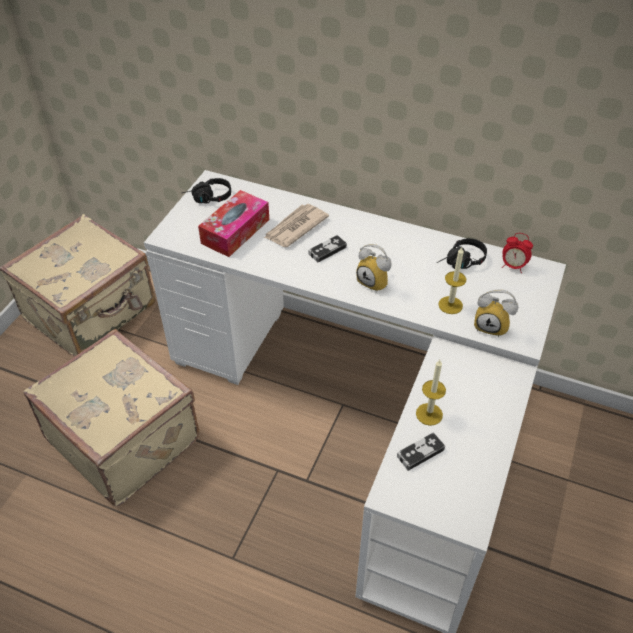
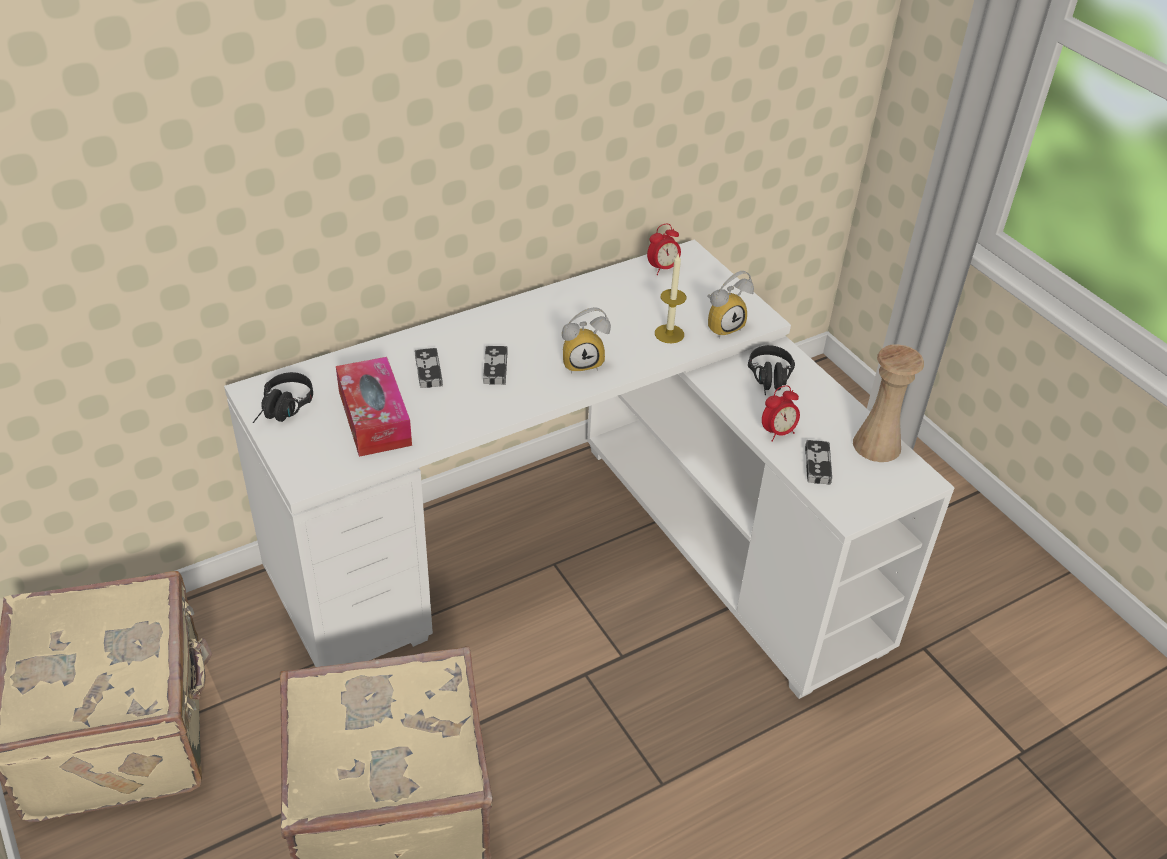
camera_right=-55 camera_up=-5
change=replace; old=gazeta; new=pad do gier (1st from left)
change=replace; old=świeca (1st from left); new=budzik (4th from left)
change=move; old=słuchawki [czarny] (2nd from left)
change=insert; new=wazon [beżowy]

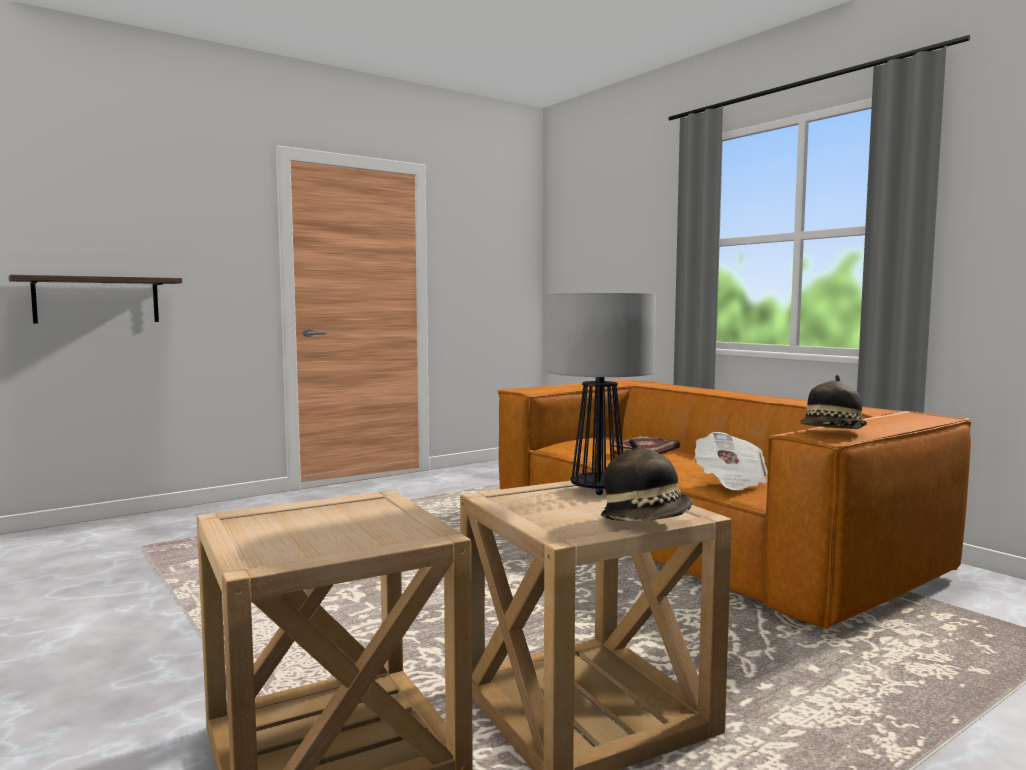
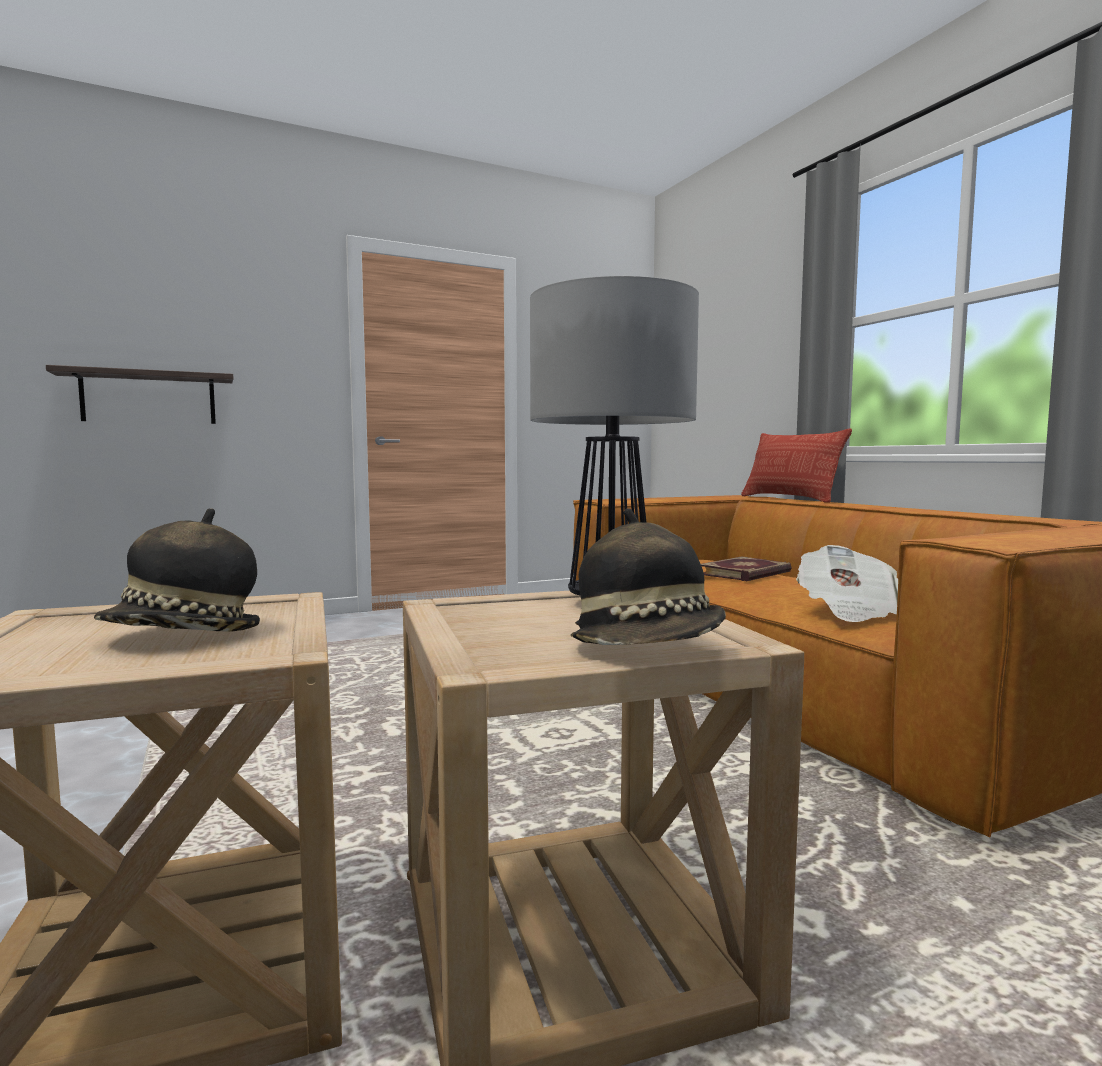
camera_right=10 camera_up=0
change=move; old=kapelusz (2nd from left in the first image); new=kapelusz (1st from left)
change=insert; new=poduszka

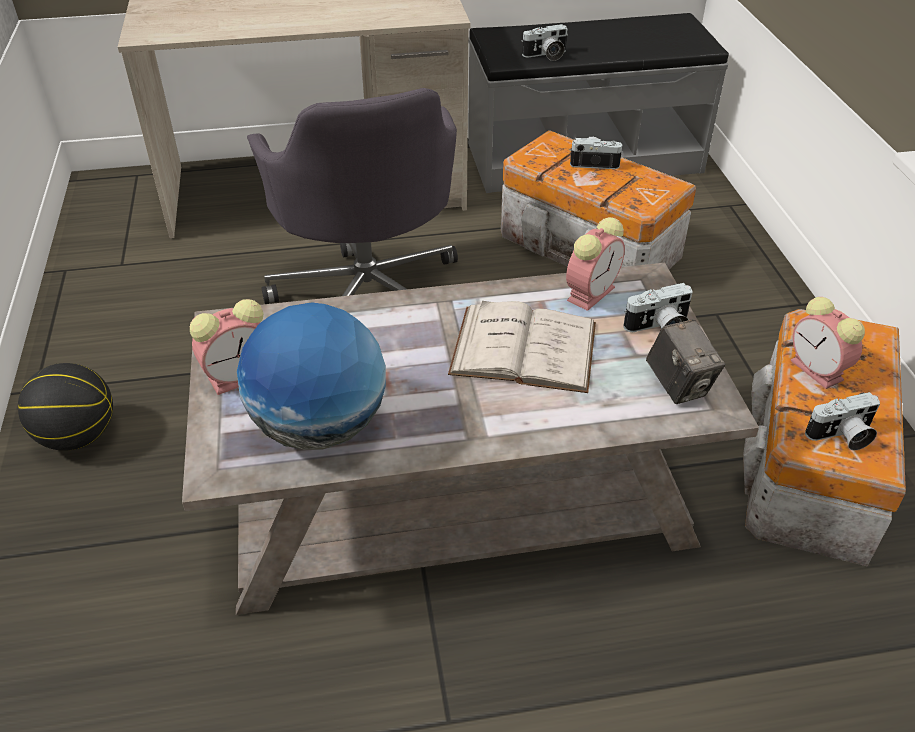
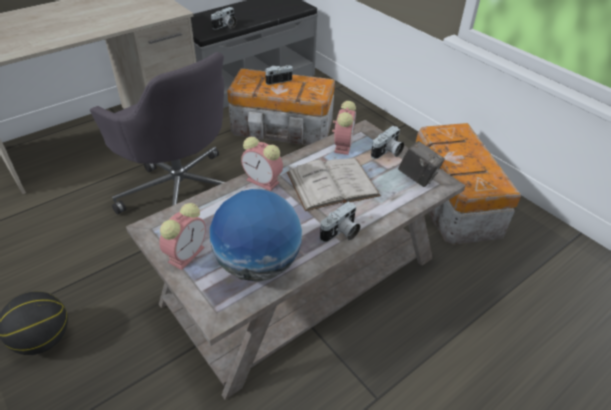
camera_right=-30 camera_up=0
change=move; old=budzik (3rd from left in the first image); new=budzik (2nd from left)
change=move; old=aparat fotograficzny (5th from left in the first image); new=aparat fotograficzny (3rd from left)

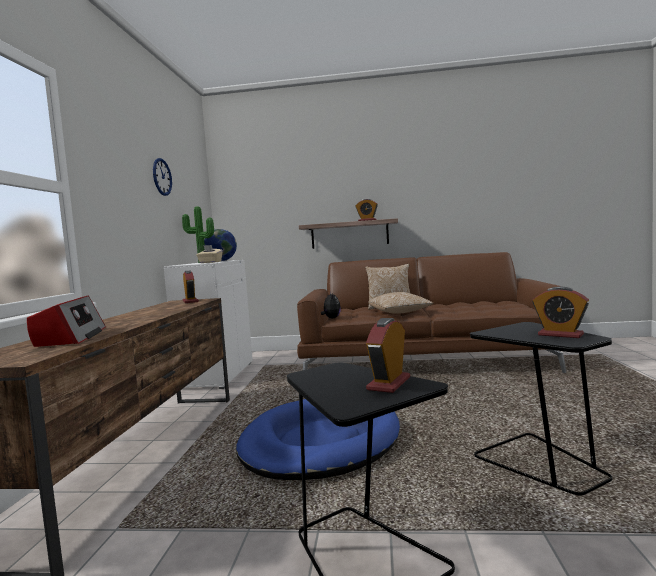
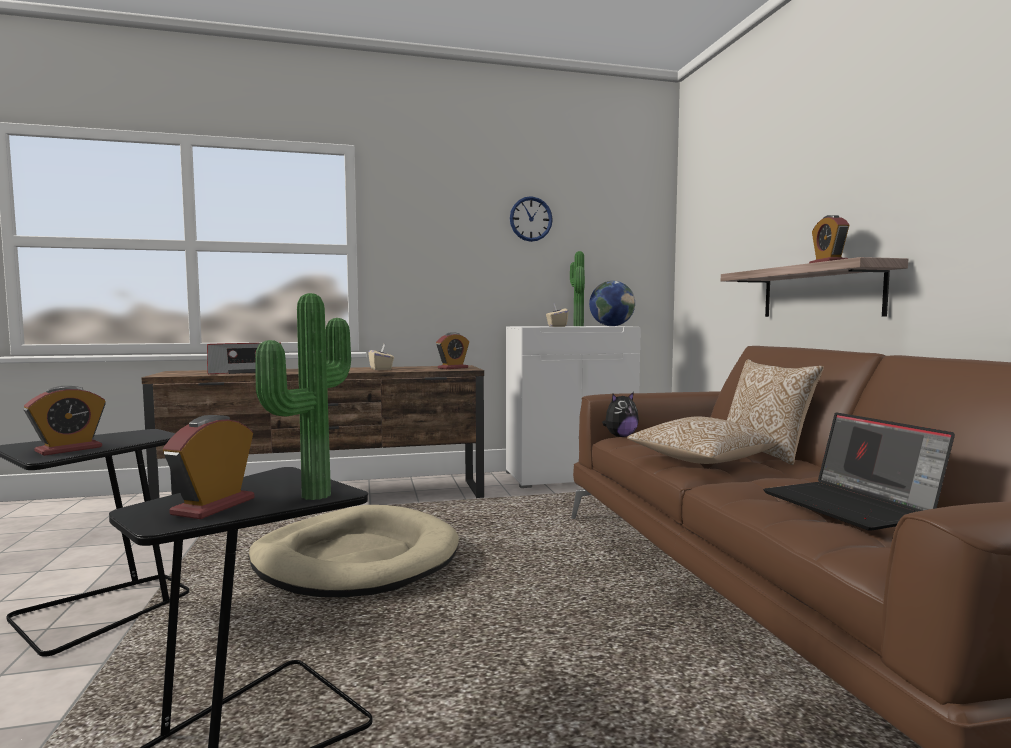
camera_right=70 camera_up=0
change=recolor; old=legowisko [niebieski]; new=legowisko [beżowy]
change=rotate; old=budzik (3rd from left in the first image); degrees=120
change=insert; new=roślina doniczkowa (1st from left)
change=insert; new=pudełko chusteczek [beżowy] (1st from left)
change=insert; new=laptop

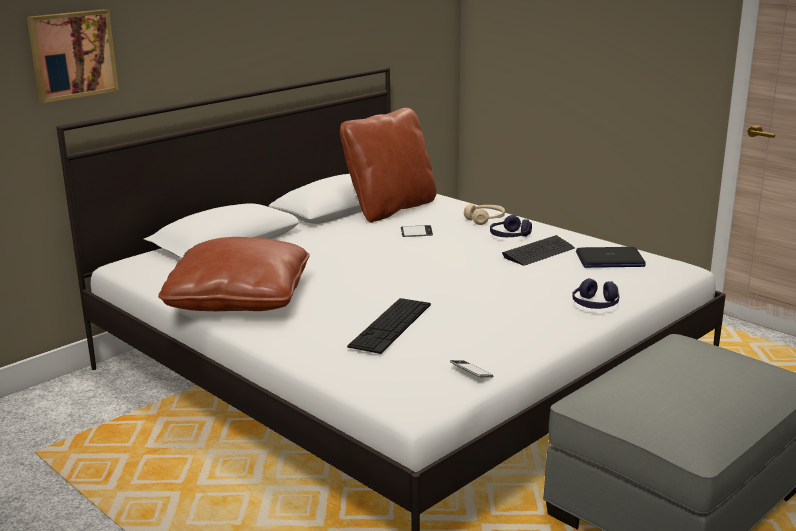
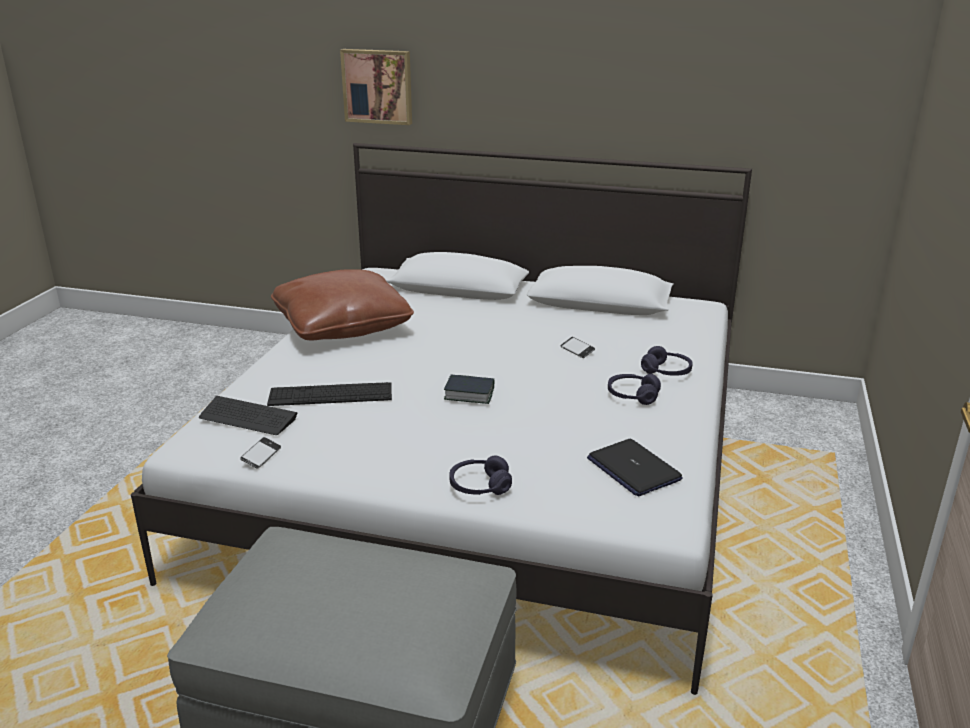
camera_right=60 camera_up=5
change=delete; old=poduszka [brązowy] (2nd from left)
change=recolor; old=słuchawki [beżowy]; new=słuchawki [fioletowy] (3rd from left)
change=move; old=klawiatura (2nd from left in the first image); new=klawiatura (1st from left)
change=insert; new=książka

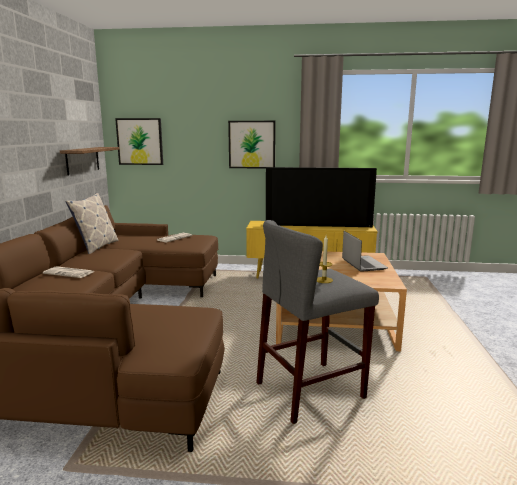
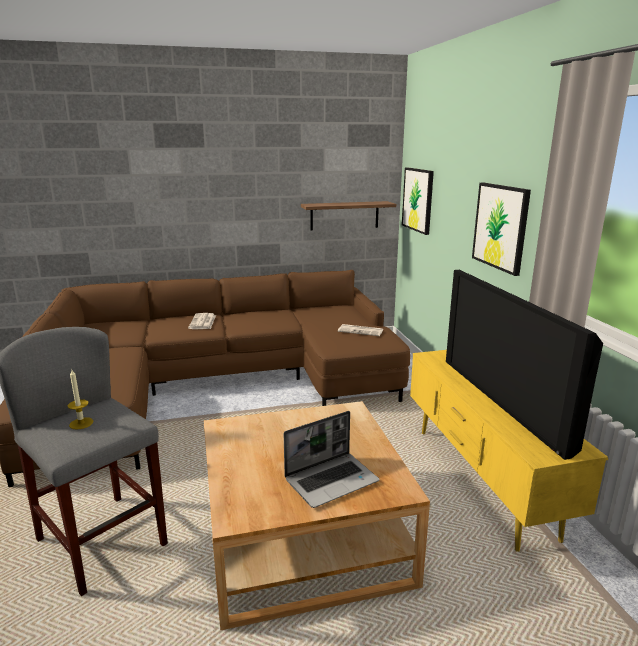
camera_right=70 camera_up=5
change=delete; old=poduszka

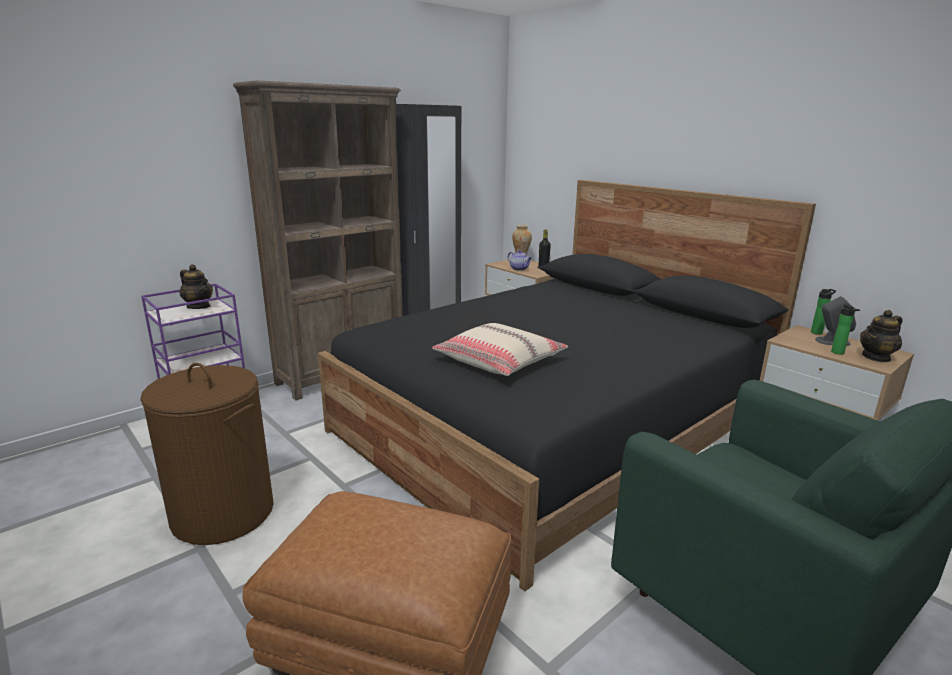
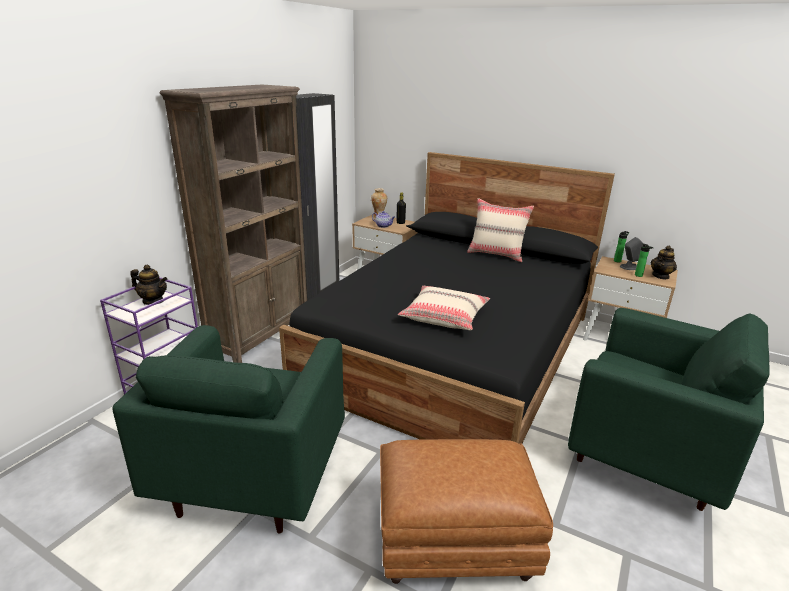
camera_right=-20 camera_up=5
change=replace; old=kosz na pranie [brązowy]; new=fotel [zielony] (1st from left)
change=insert; new=poduszka [beżowy] (2nd from left)

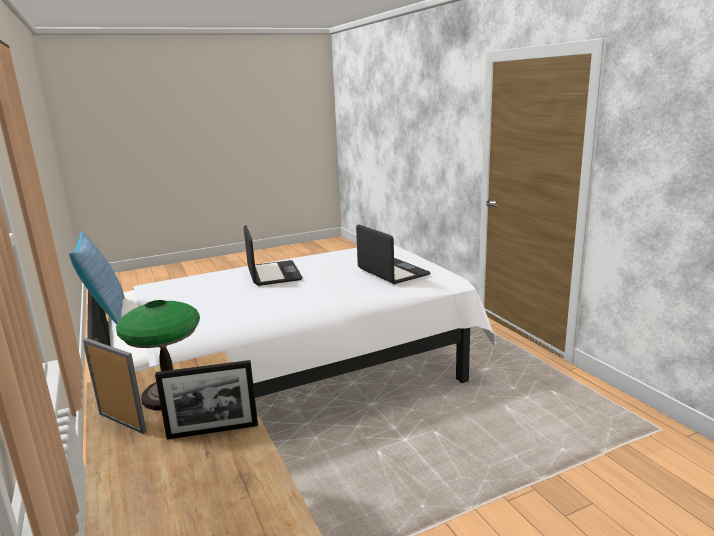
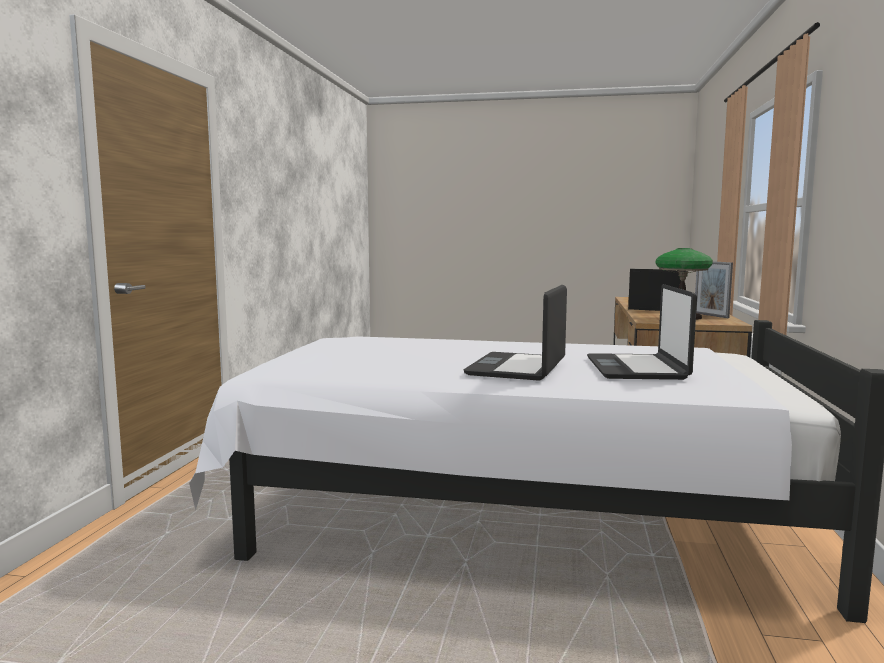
camera_right=-145 camera_up=-10
change=delete; old=poduszka
change=move; old=laptop (2nd from left)

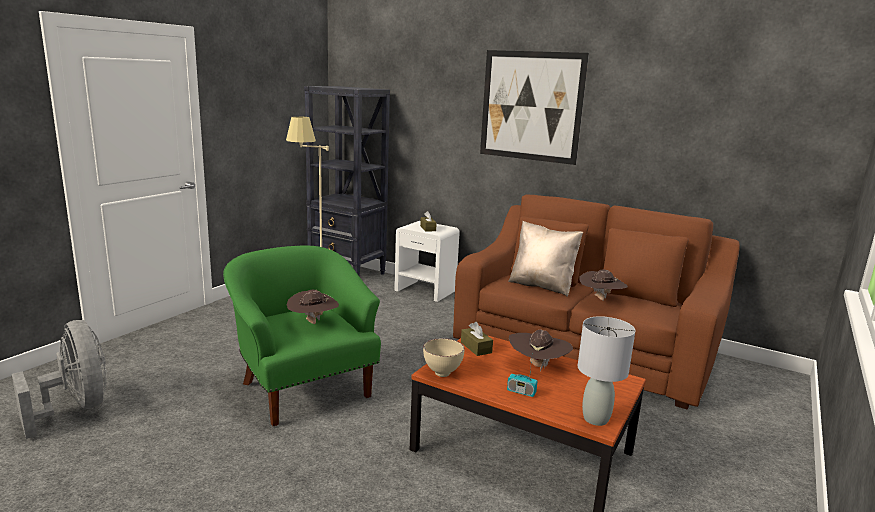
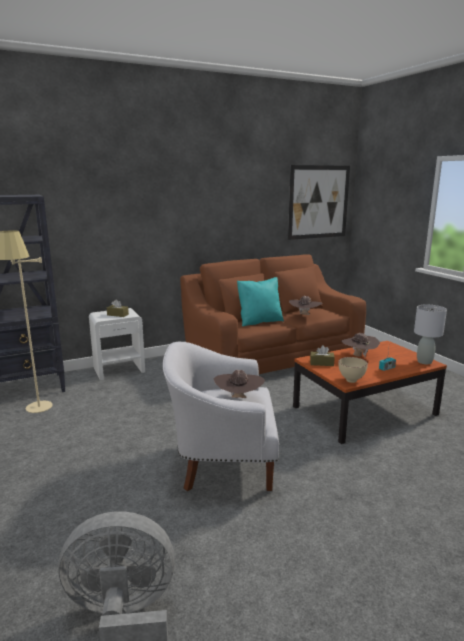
camera_right=-55 camera_up=0
change=recolor; old=fotel [zielony]; new=fotel [biały]
change=move; old=obraz
change=recolor; old=poduszka [beżowy]; new=poduszka [turkusowy]

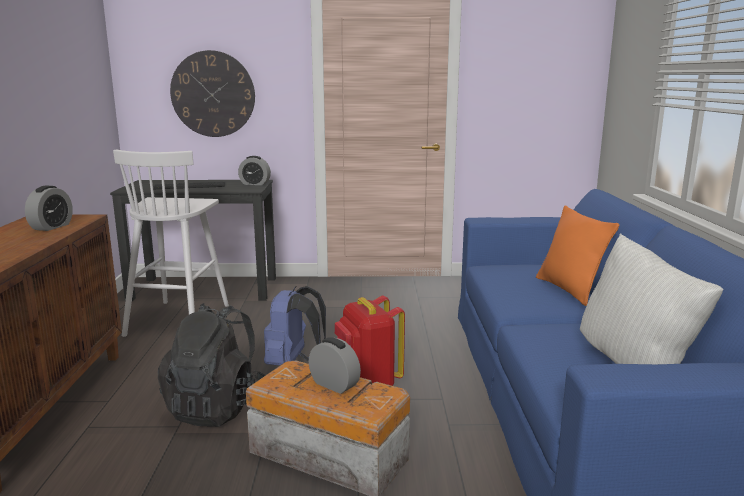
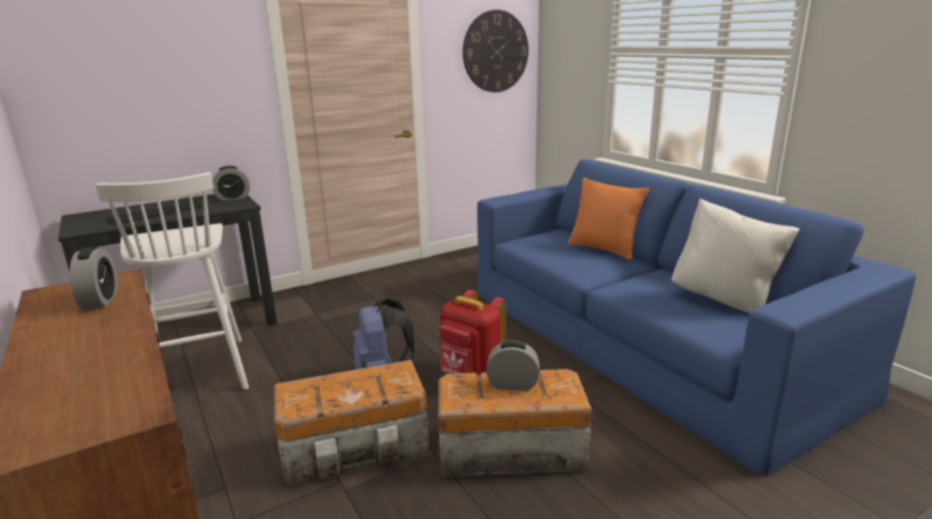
camera_right=-30 camera_up=5
change=replace; old=plecak [czarny]; new=pojemnik do przechowywania (1st from left)
change=move; old=zegar ścienny

